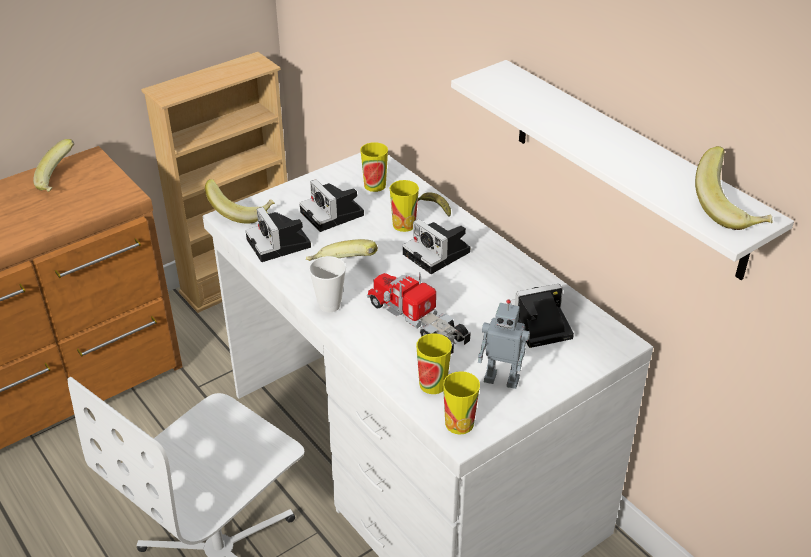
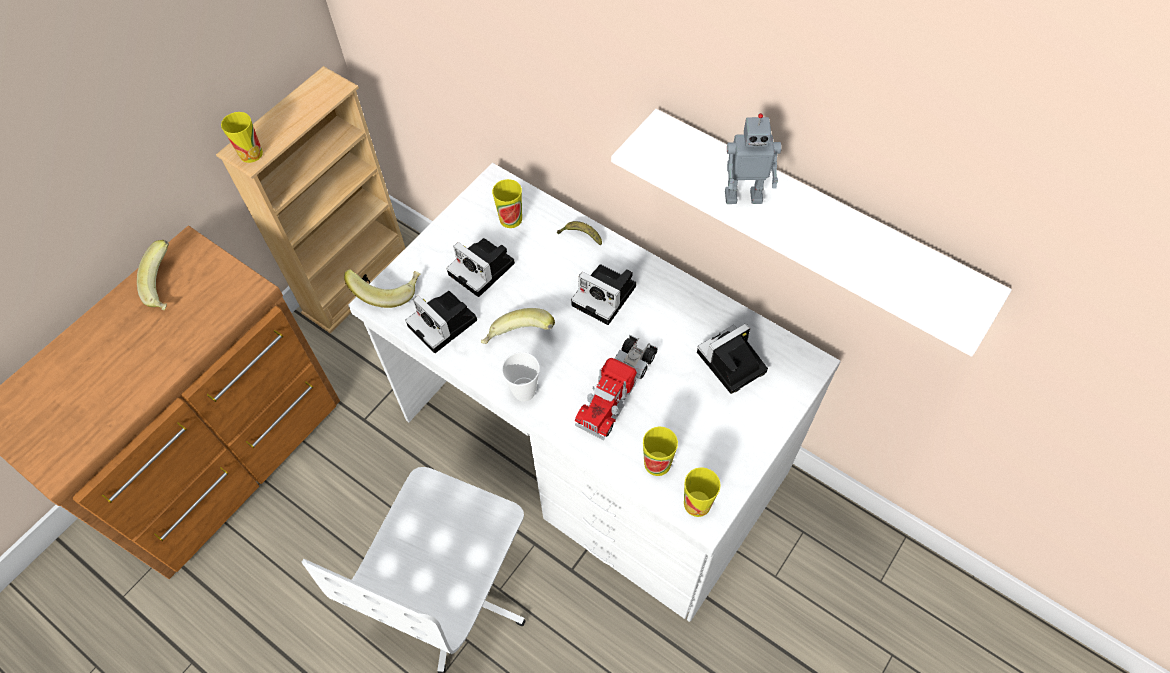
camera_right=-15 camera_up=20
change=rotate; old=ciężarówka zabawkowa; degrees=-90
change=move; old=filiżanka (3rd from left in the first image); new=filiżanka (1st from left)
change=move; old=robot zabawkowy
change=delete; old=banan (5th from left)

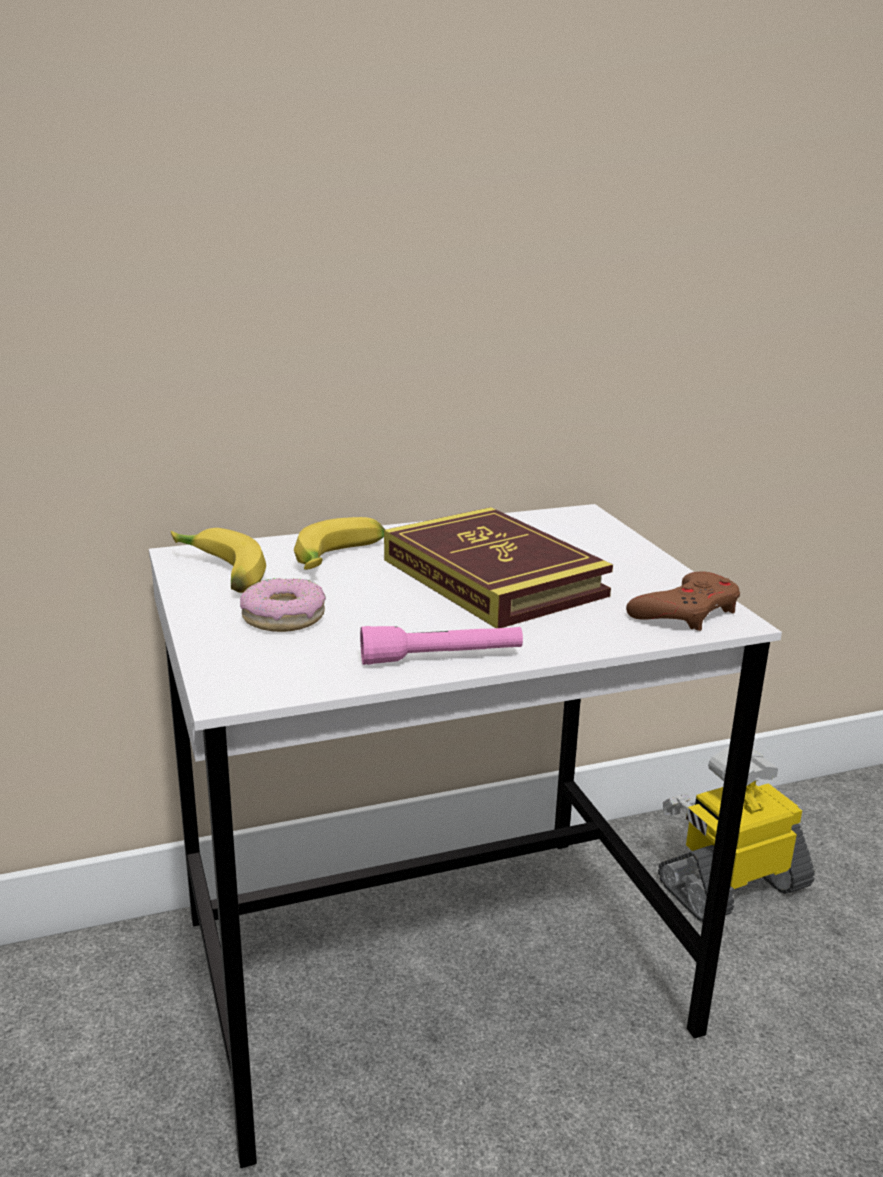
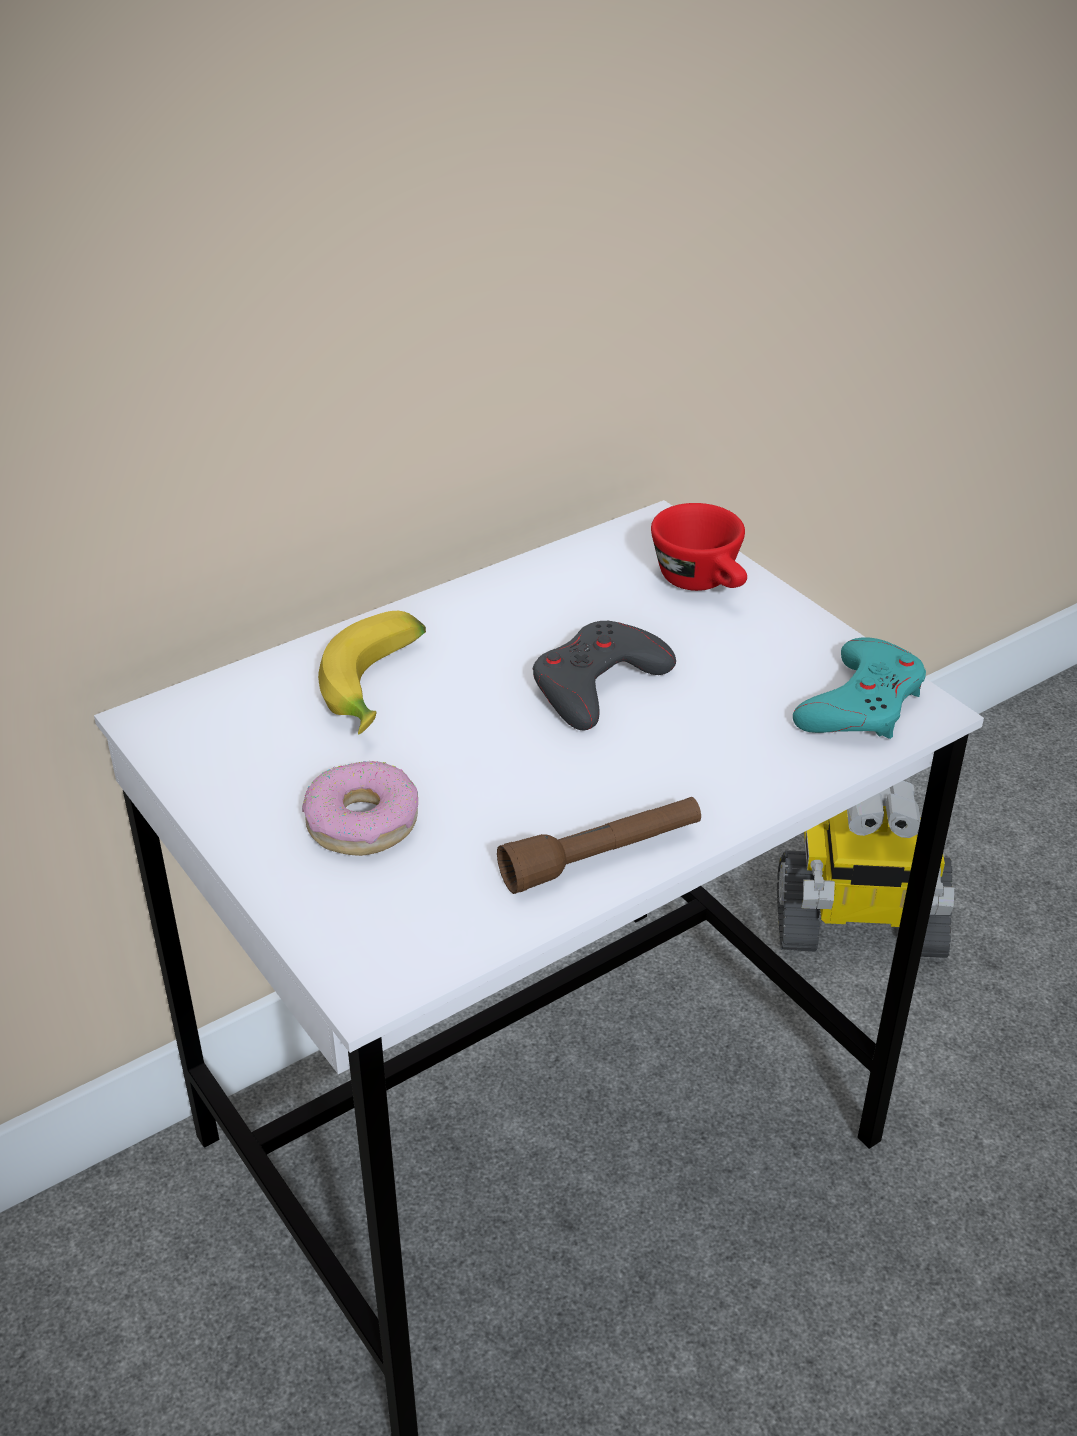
camera_right=-15 camera_up=15
change=delete; old=banan (1st from left)
change=recolor; old=latarka [różowy]; new=latarka [brązowy]
change=replace; old=książka; new=pad do gier [szary]
change=recolor; old=pad do gier [brązowy]; new=pad do gier [turkusowy]
change=rotate; old=robot zabawkowy; degrees=-135
change=insert; new=filiżanka [czerwony]

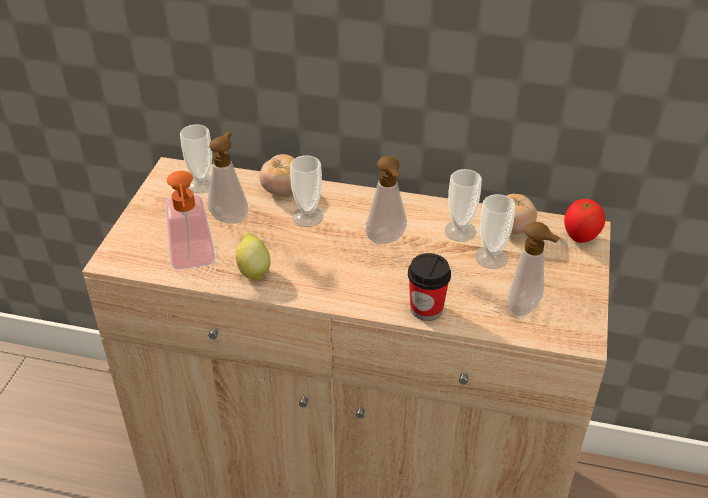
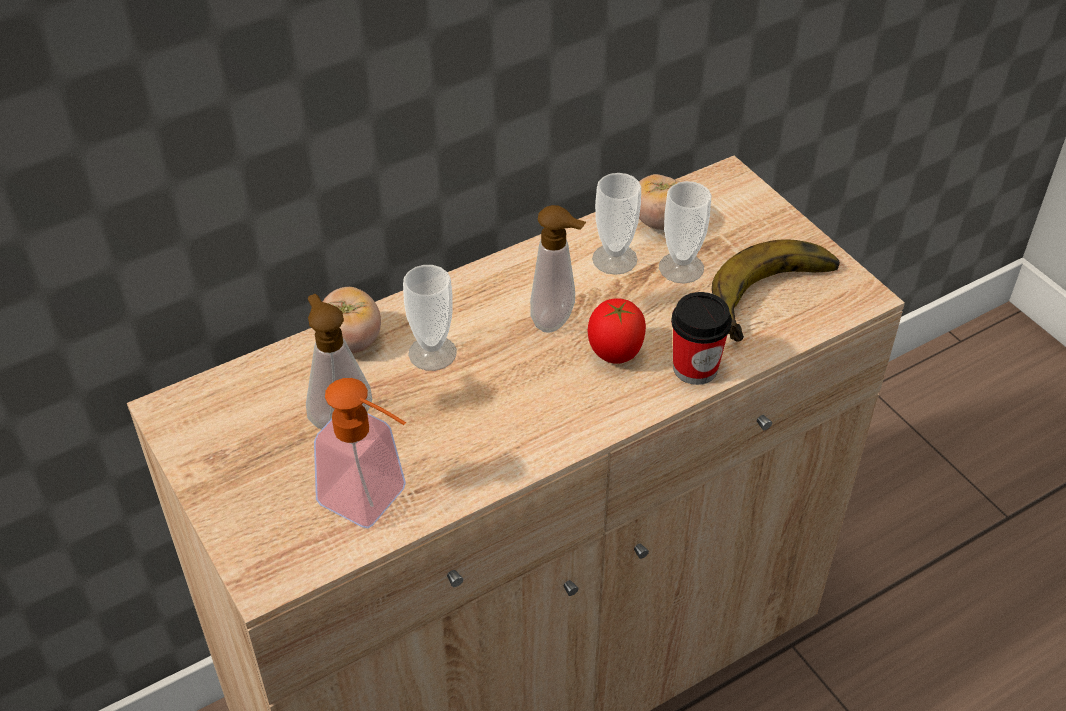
camera_right=-45 camera_up=5
change=delete; old=filiżanka (1st from left)
change=delete; old=cytryna
change=replace; old=dozownik mydła (4th from left); new=banan
change=move; old=pomidor (3rd from left in the first image); new=pomidor (2nd from left)

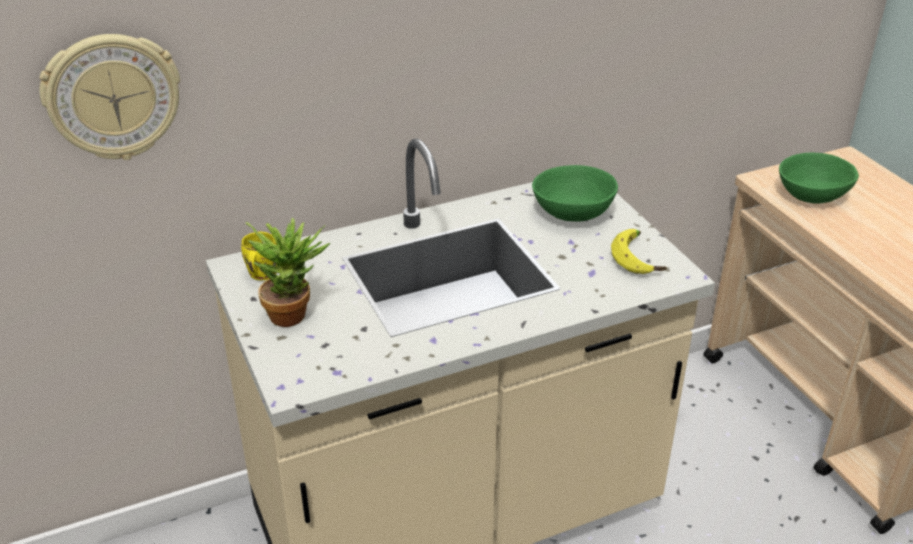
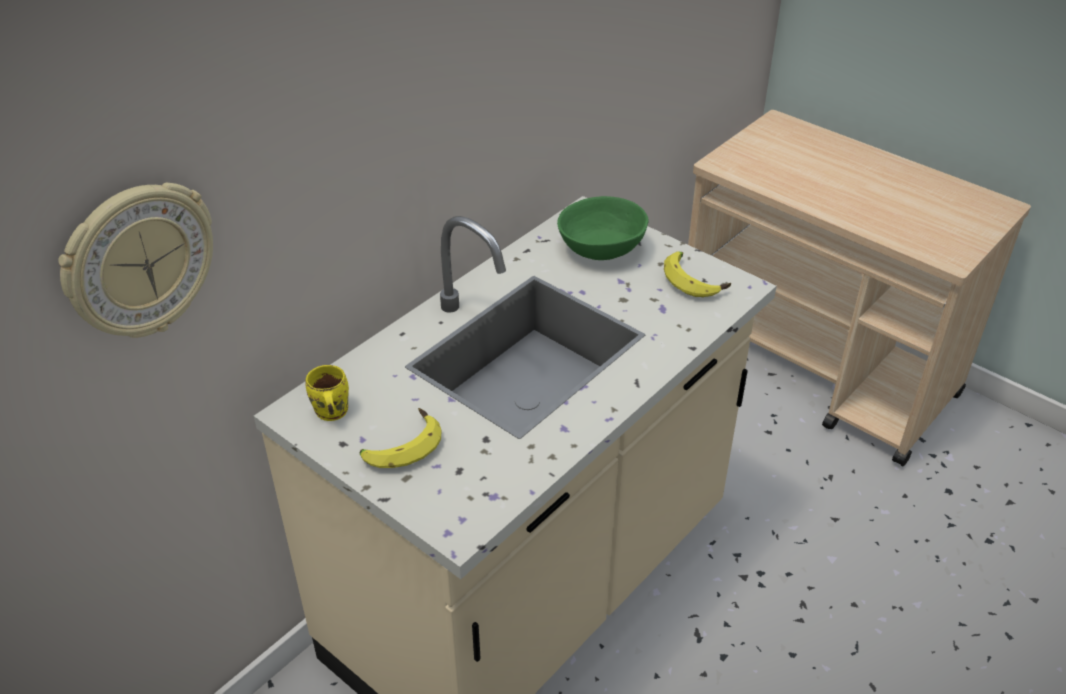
camera_right=-25 camera_up=5
change=replace; old=roślina doniczkowa; new=banan (1st from left)
change=delete; old=miska [zielony] (2nd from left)

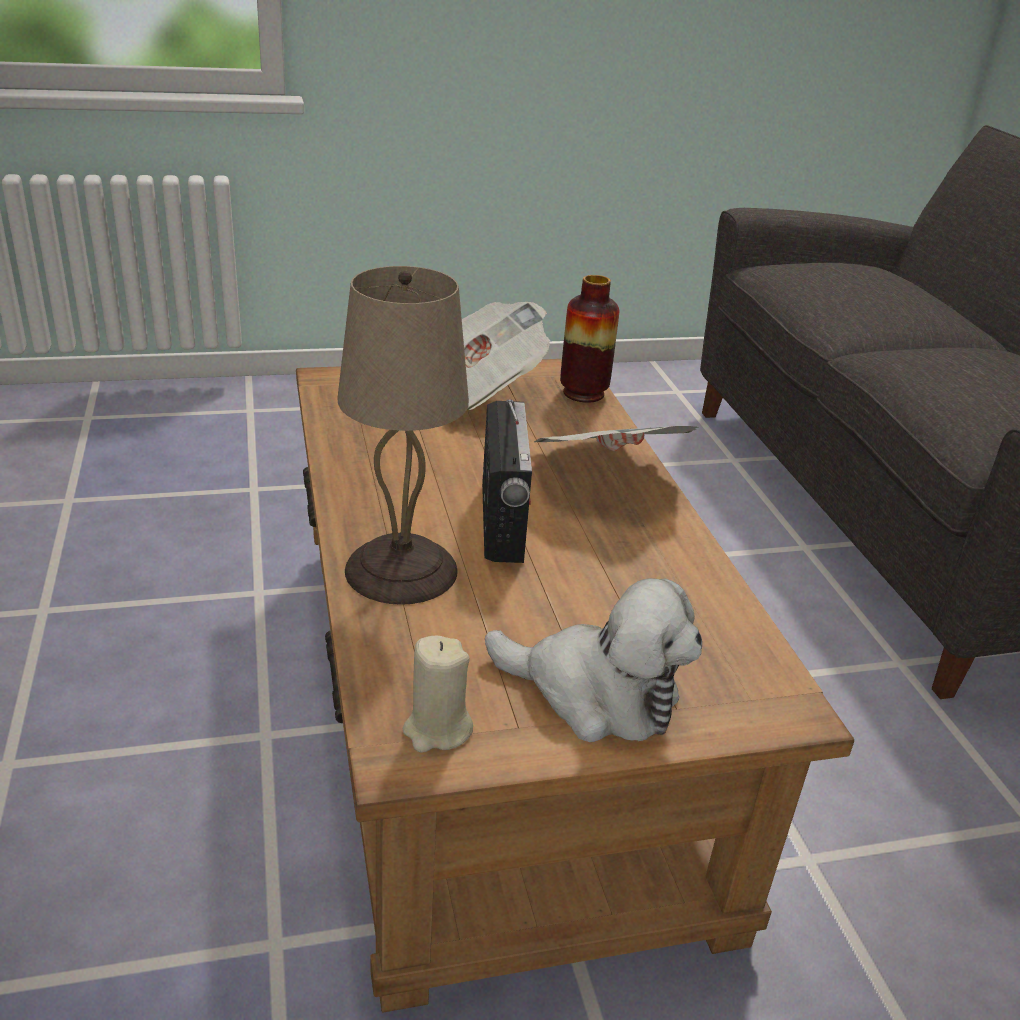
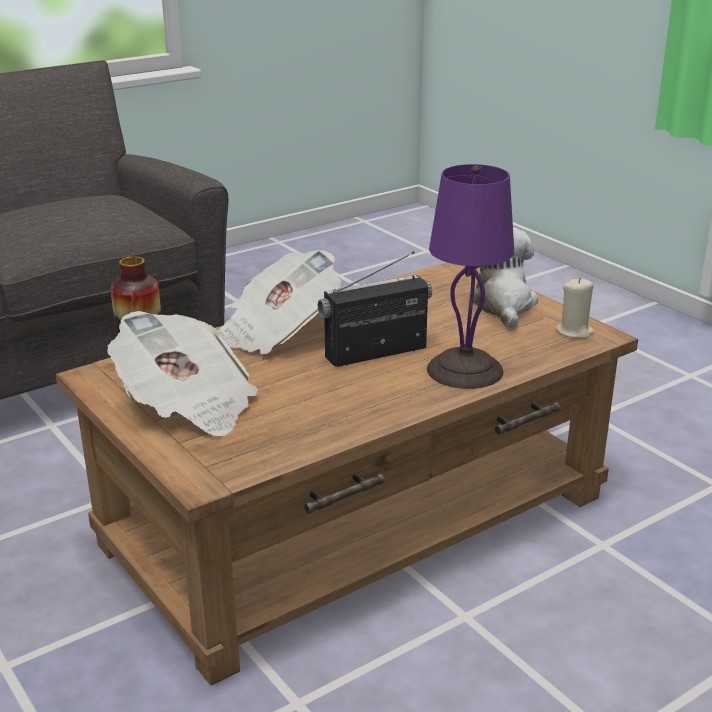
camera_right=-110 camera_up=-5
change=recolor; old=lampa stołowa [beżowy]; new=lampa stołowa [fioletowy]

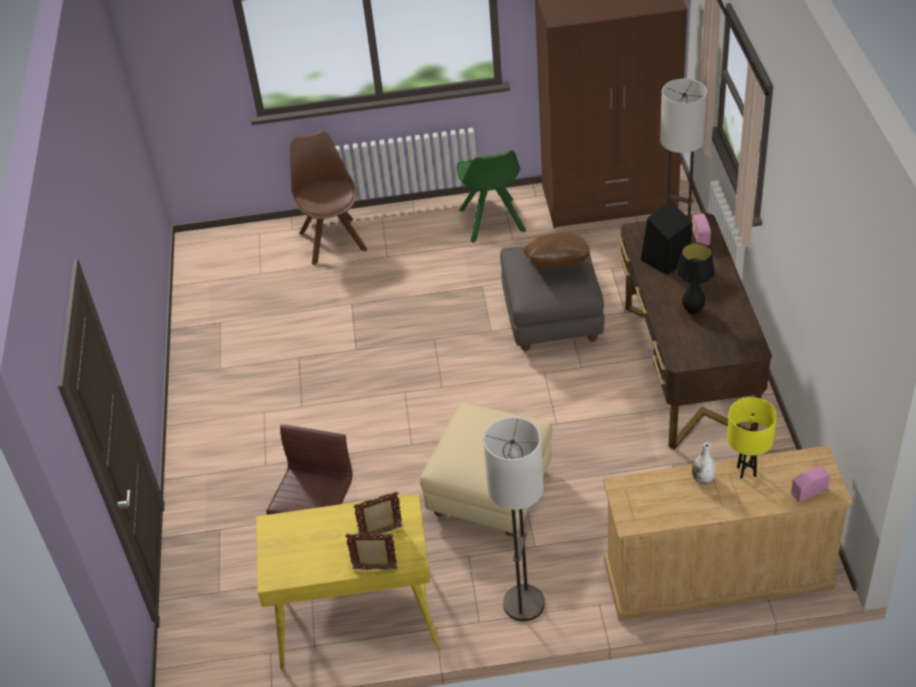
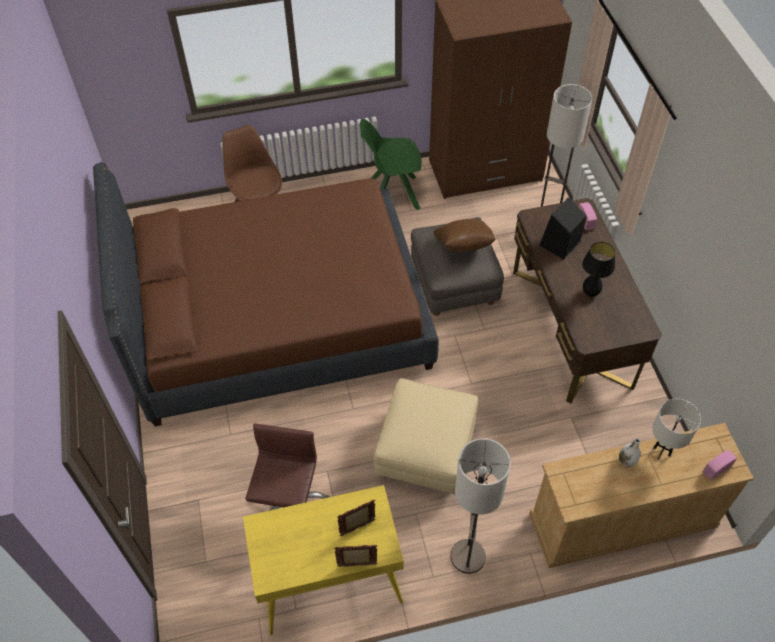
camera_right=-10 camera_up=10
change=rotate; old=krzesło [zielony]; degrees=105
change=recolor; old=lampa stołowa [żółty]; new=lampa stołowa [biały]
change=insert; new=łóżko [brązowy]

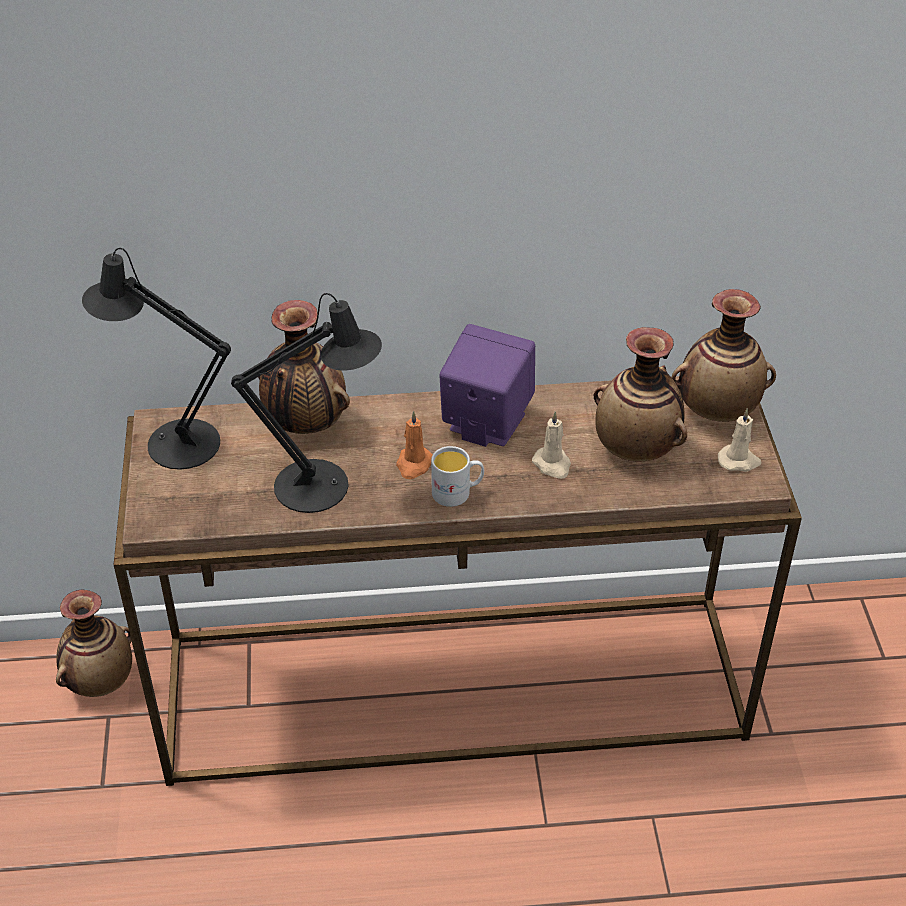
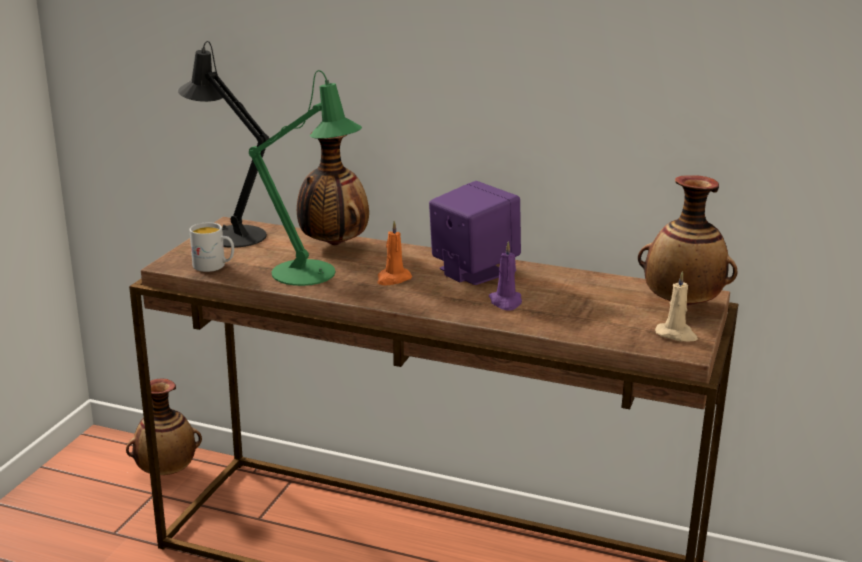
camera_right=25 camera_up=-20
change=recolor; old=lampa stołowa [czarny] (2nd from left); new=lampa stołowa [zielony]
change=move; old=kubek [biały]
change=recolor; old=świeca [beżowy] (1st from left); new=świeca [fioletowy]
change=delete; old=wazon (3rd from left)

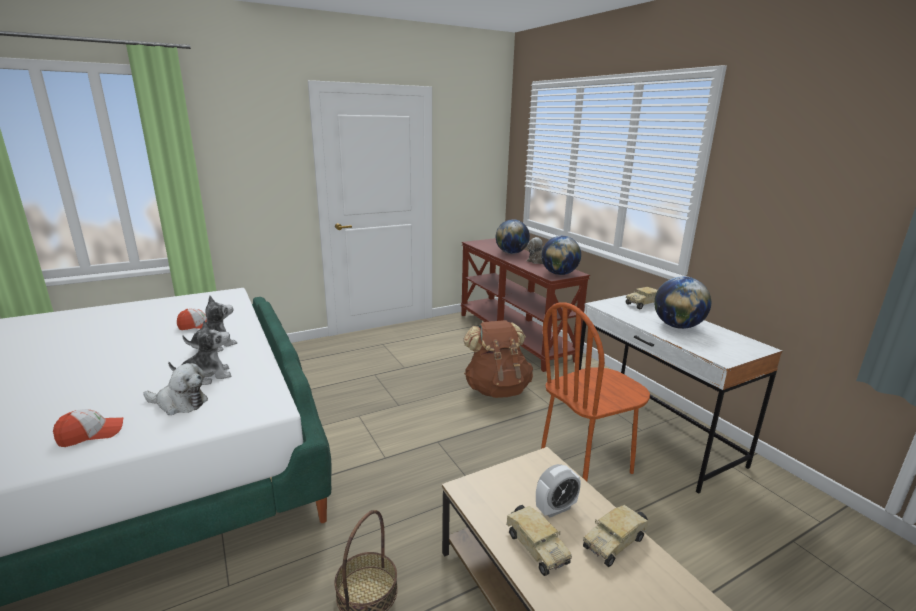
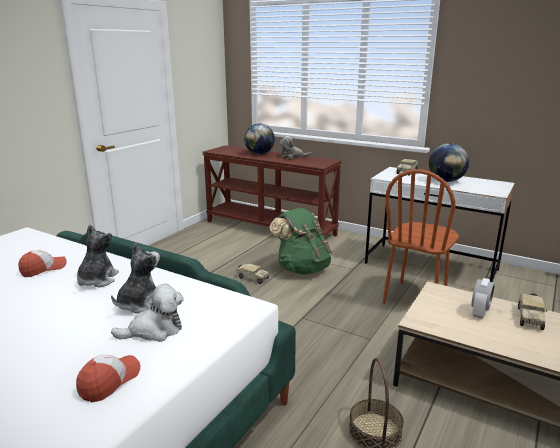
camera_right=-30 camera_up=0
change=recolor; old=plecak [brązowy]; new=plecak [zielony]
change=move; old=ciężarówka zabawkowa (1st from left)
change=delete; old=globus (2nd from left)

